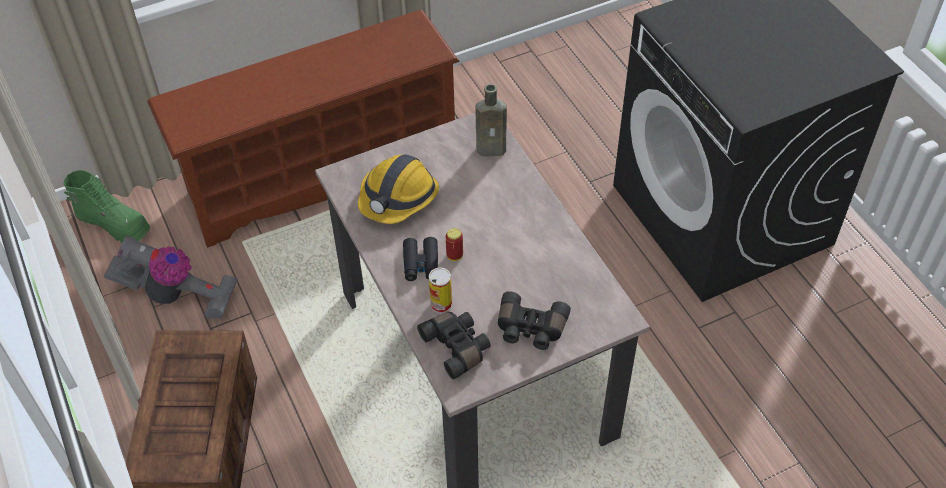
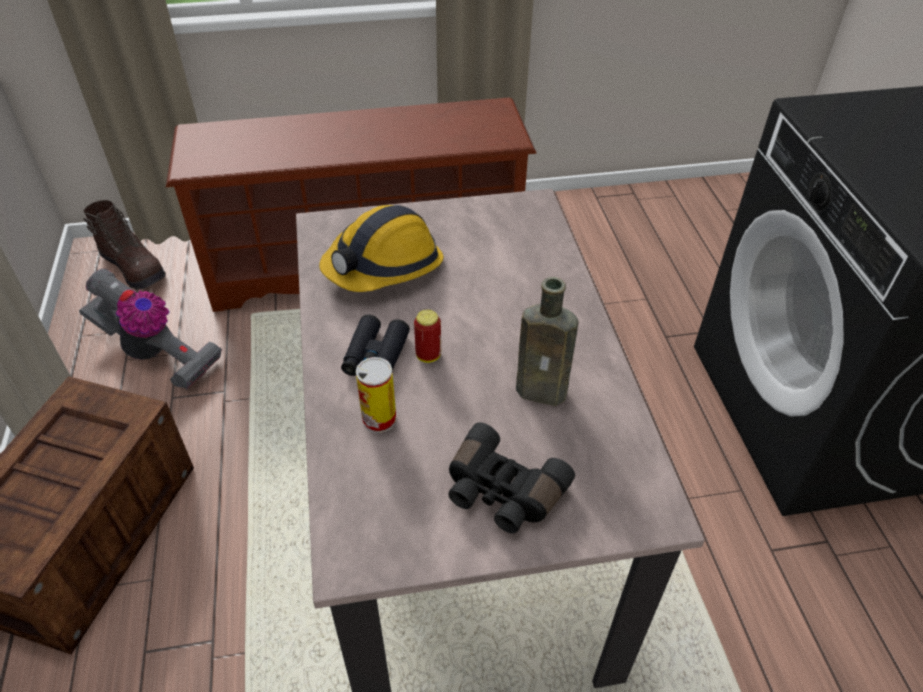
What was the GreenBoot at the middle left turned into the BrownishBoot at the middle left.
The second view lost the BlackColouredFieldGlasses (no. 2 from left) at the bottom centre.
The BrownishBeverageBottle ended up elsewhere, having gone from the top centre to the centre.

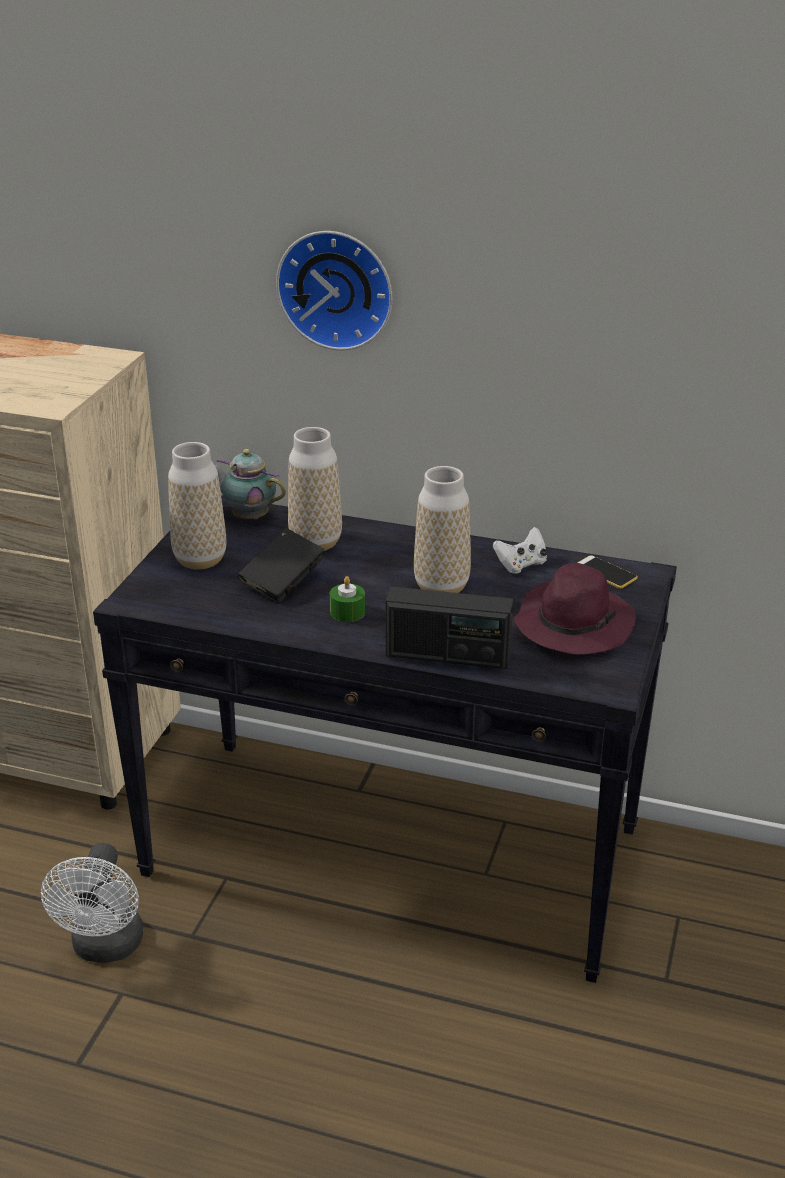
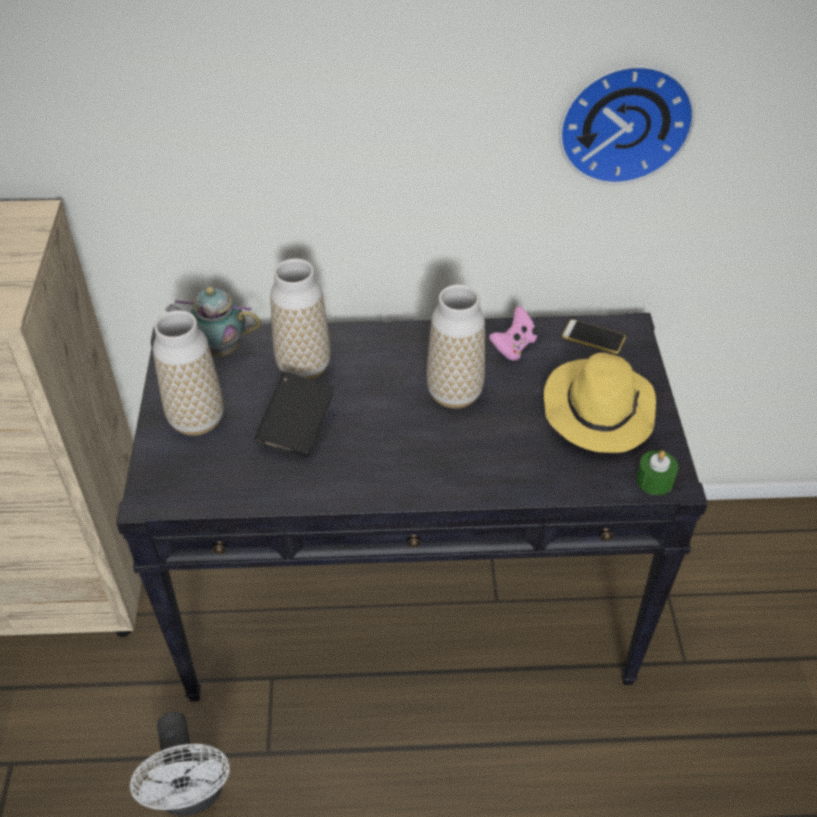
The WallClock ended up elsewhere, having gone from the top centre to the top right.
The GreenWaxLight ended up elsewhere, having gone from the centre to the middle right.
The second view lost the RadioSet at the centre.
What was the WhiteGamepad at the centre turned into the PinkColouredGamepad at the centre.
What was the PurplishWearableHat at the middle right turned into the YellowColouredWearableHat at the middle right.

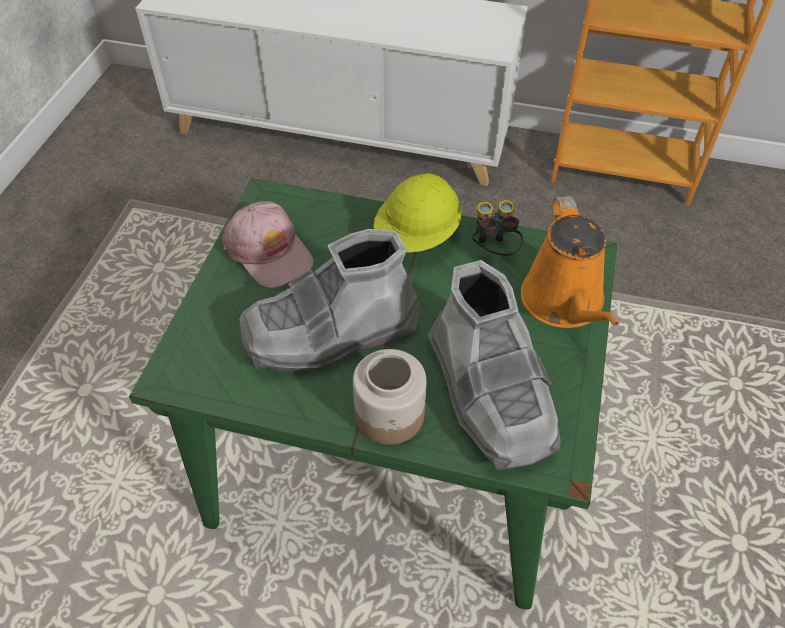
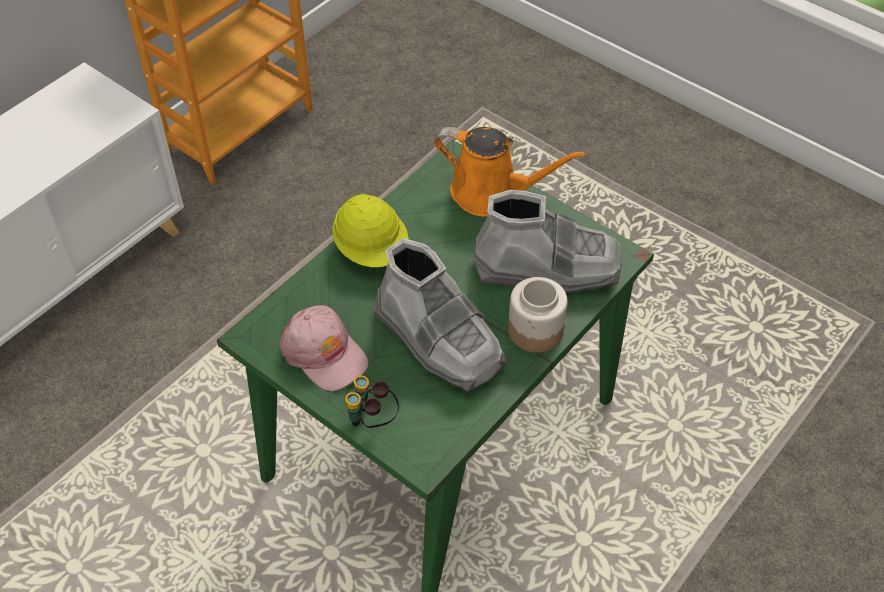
The PinkColouredBaseballCap at the centre ended up facing another way, 60 degrees clockwise from before.
The GreyBoot (no. 1 from left) at the centre ended up facing another way, 45 degrees counterclockwise from before.
The FieldGlasses ended up elsewhere, having gone from the centre to the bottom centre.

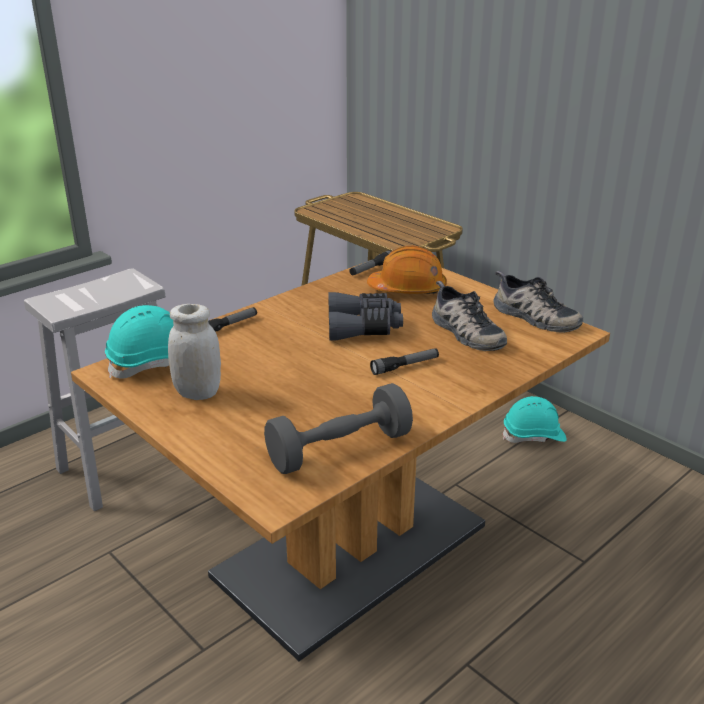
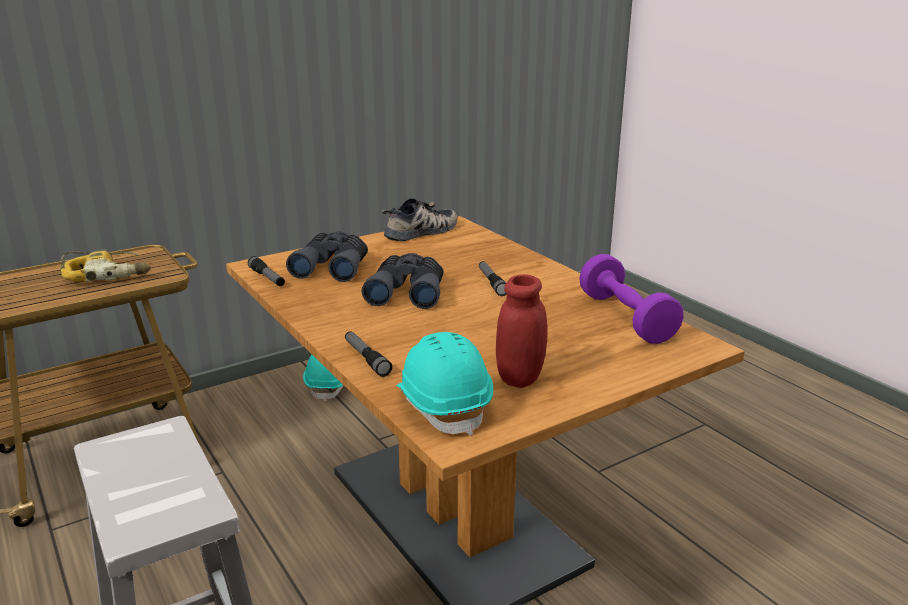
What was the WhitePreserveJar at the middle left turned into the RedColouredPreserveJar at the centre.
What was the GreyHandWeight at the centre turned into the PurplishHandWeight at the middle right.
Where the OrangeHardHat stood at the centre, the GreyFieldGlasses (no. 1 from left) came to stand at the centre.
The second view lost the Shoe (no. 1 from left) at the centre.
The second view gained the ElectricDrill at the middle left.

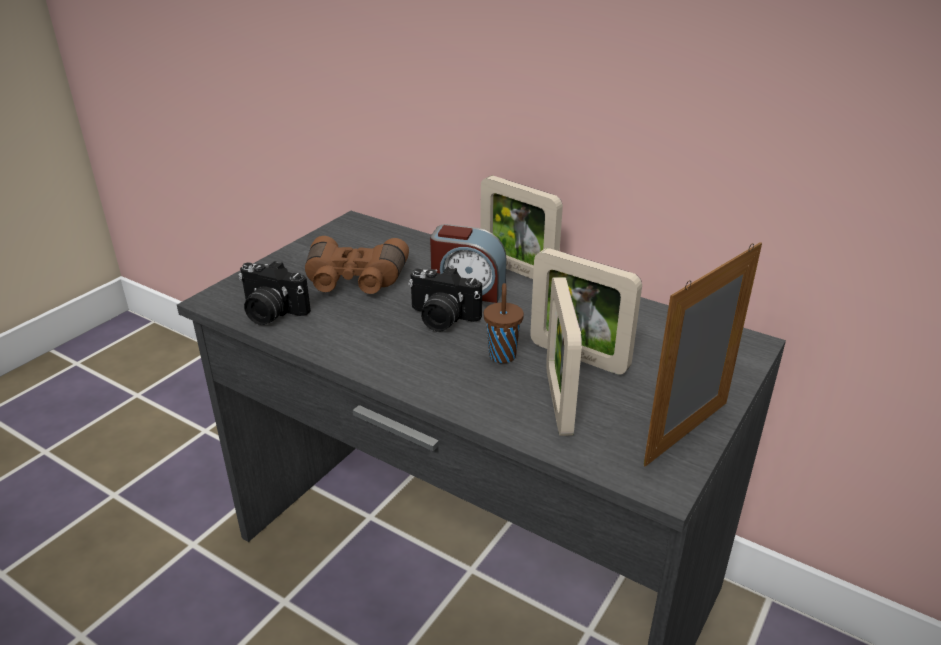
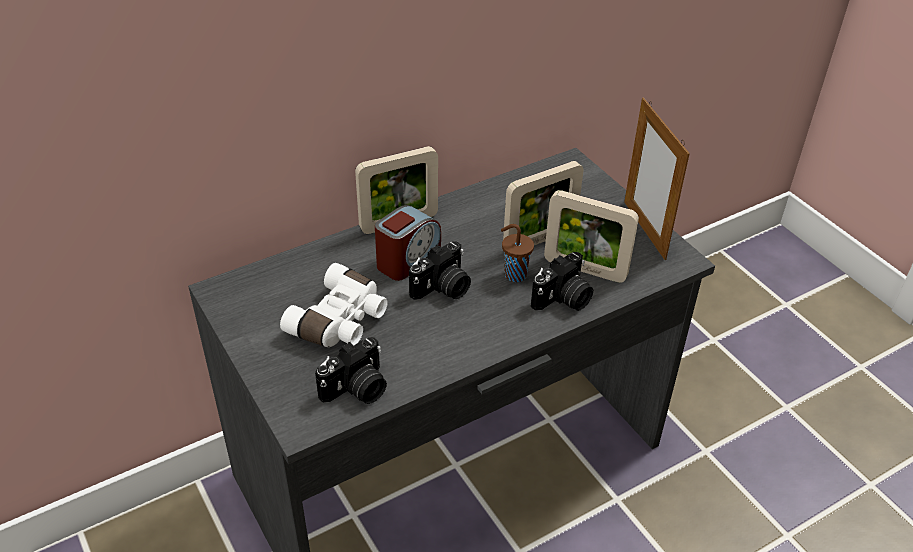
What was the BrownishFieldGlasses at the centre turned into the WhiteFieldGlasses at the centre.
The second view gained the PhotoCamera (no. 3 from left) at the centre.

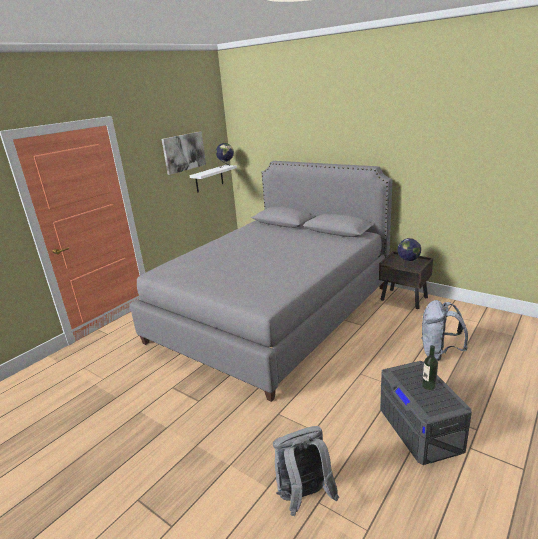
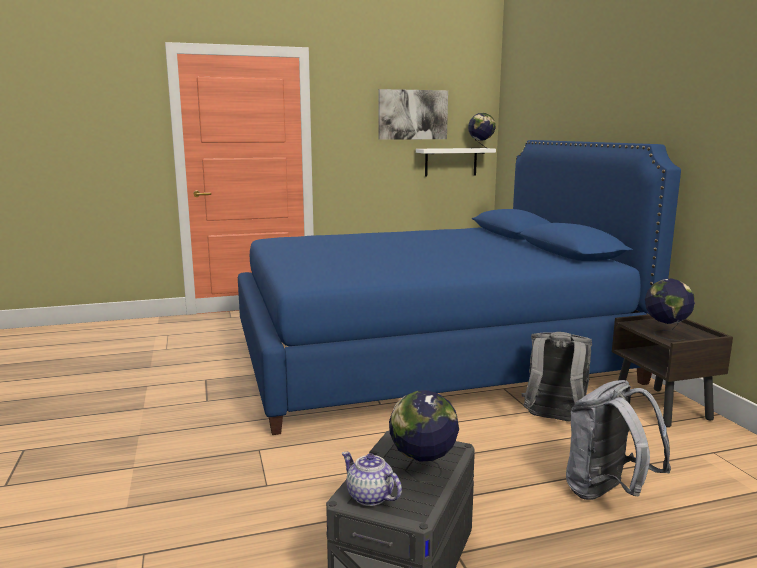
What was the GreySleepingBed at the centre turned into the BlueColouredSleepingBed at the centre.
The GreyRucksack (no. 1 from left) ended up elsewhere, having gone from the bottom centre to the middle right.
Where the BeverageBottle stood at the bottom right, the Globe (no. 1 from left) came to stand at the bottom centre.
The second view gained the Teapot at the bottom centre.

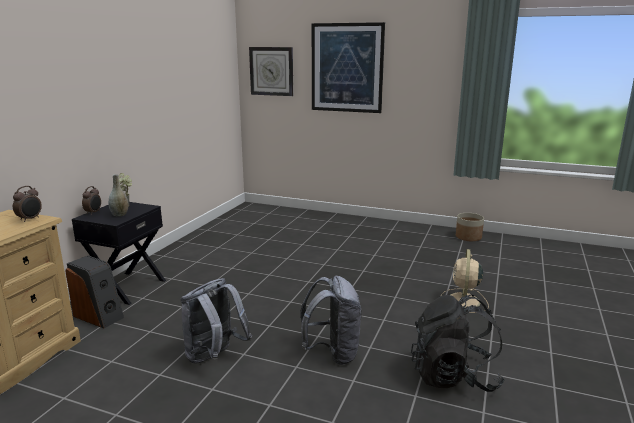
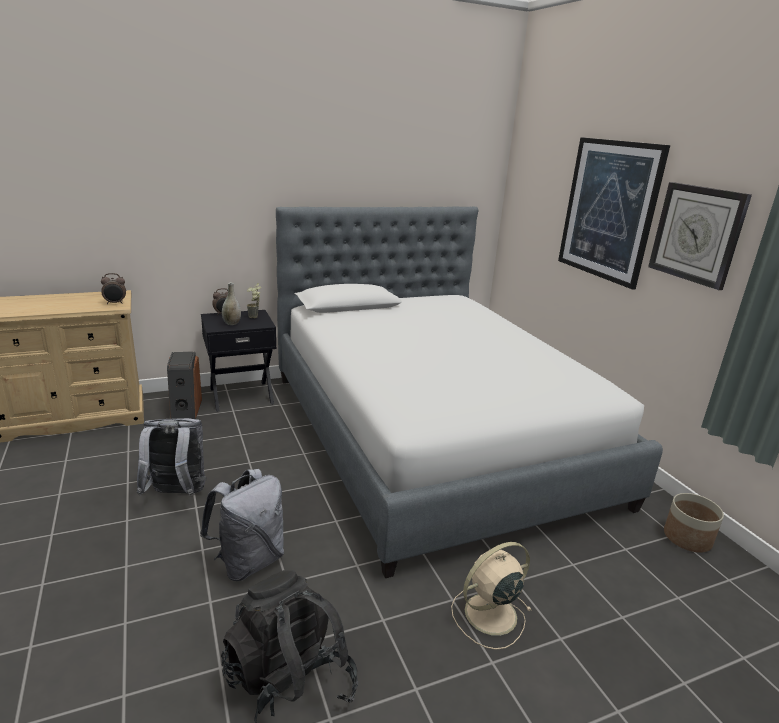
The WallClock ended up elsewhere, having gone from the top centre to the top right.
The second view gained the SleepingBed at the centre.

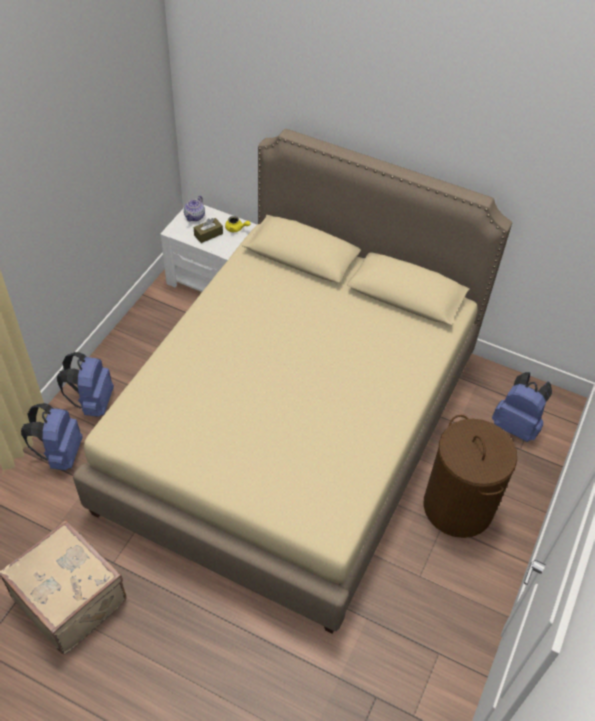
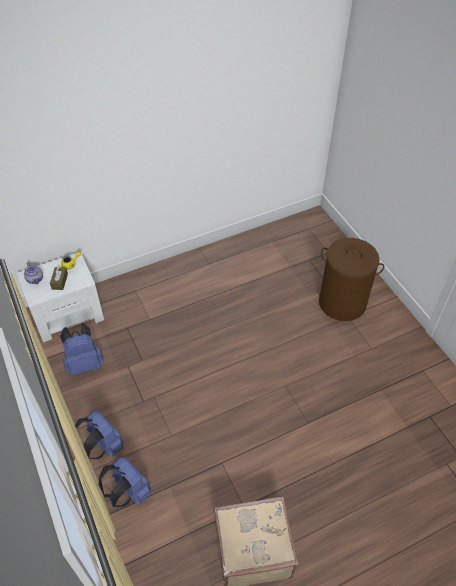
The second view lost the SandColouredSleepingBed at the centre.
The BlueColouredRucksack (no. 3 from left in the first image) ended up elsewhere, having gone from the middle right to the middle left.

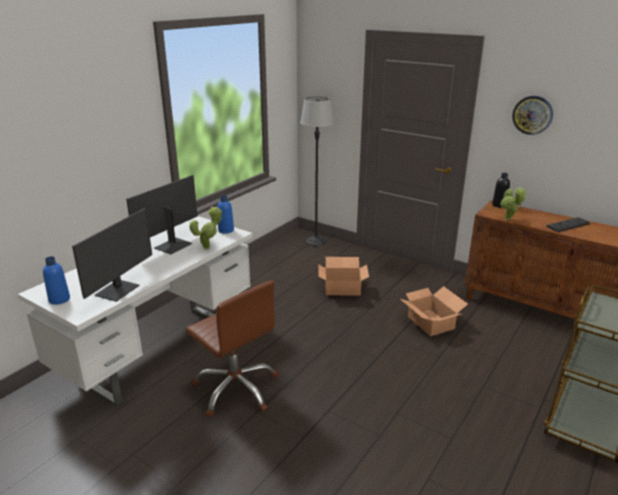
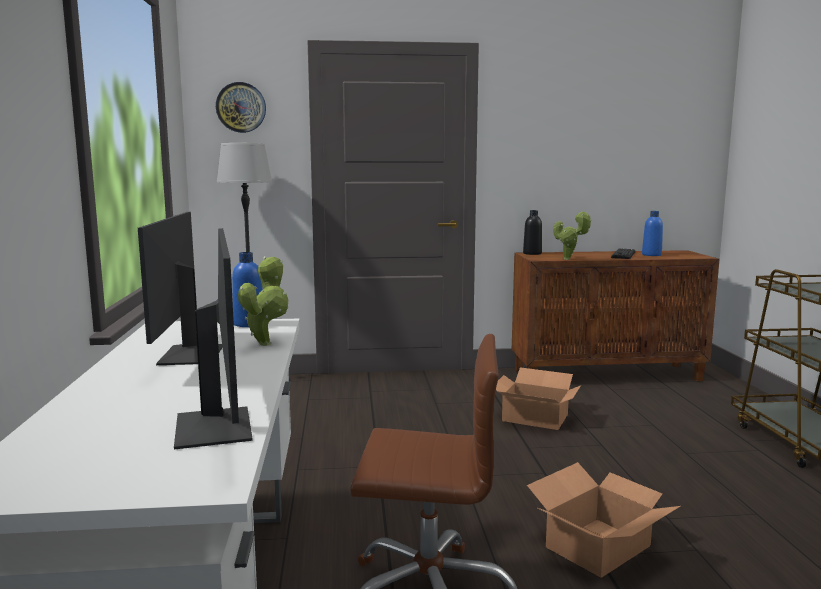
The BlueColouredBeverageBottle (no. 1 from left in the first image) ended up elsewhere, having gone from the middle left to the middle right.
The CardboardBox (no. 1 from left in the first image) ended up elsewhere, having gone from the centre to the bottom right.
The WallClock ended up elsewhere, having gone from the top right to the top left.

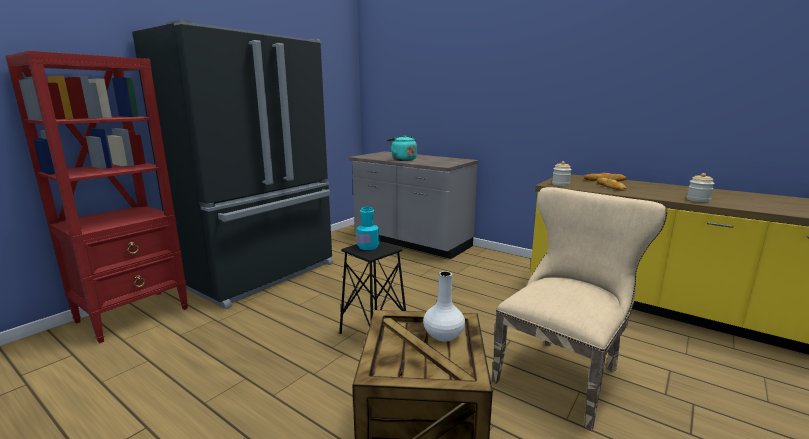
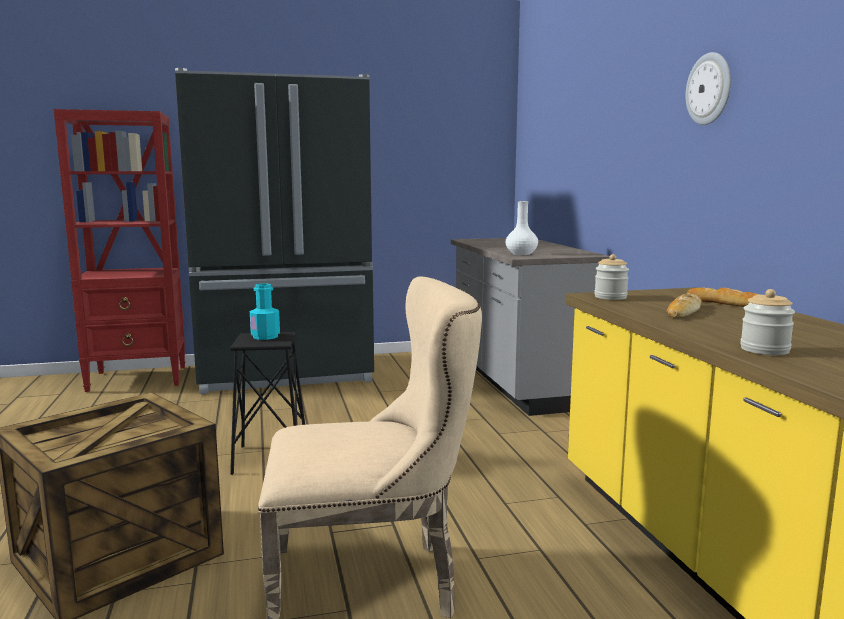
The second view lost the TurquoiseColouredWaterKettle at the centre.
The WhiteVase ended up elsewhere, having gone from the bottom centre to the centre.
The second view gained the WallClock at the top right.

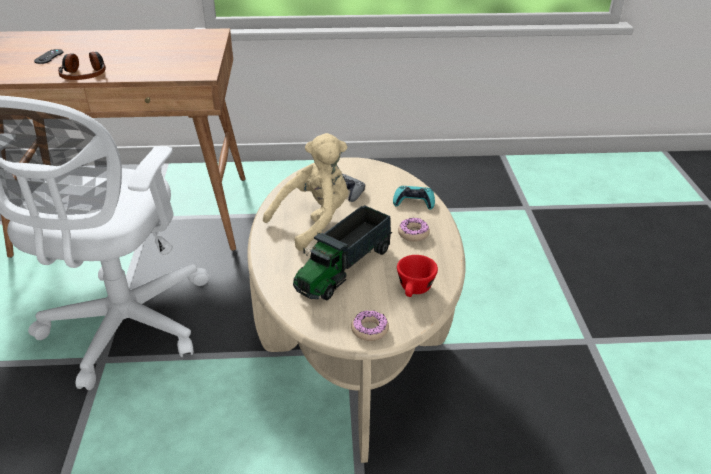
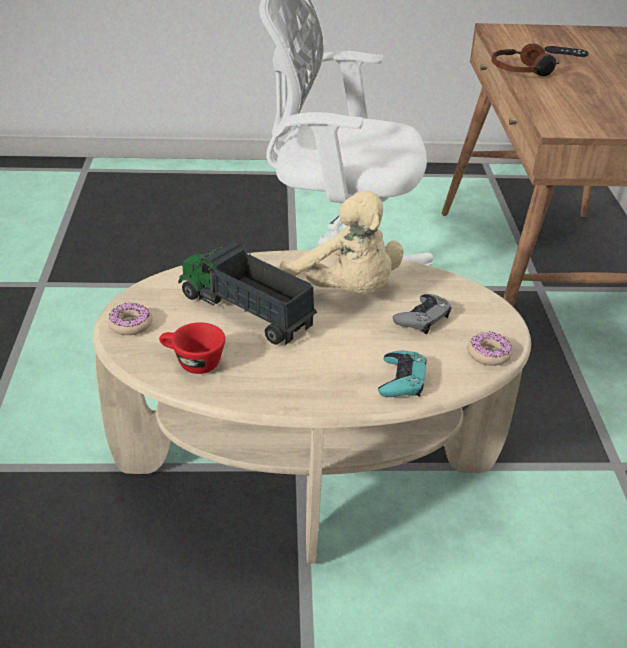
The RingDoughnut (no. 2 from left) ended up elsewhere, having gone from the centre to the middle right.

